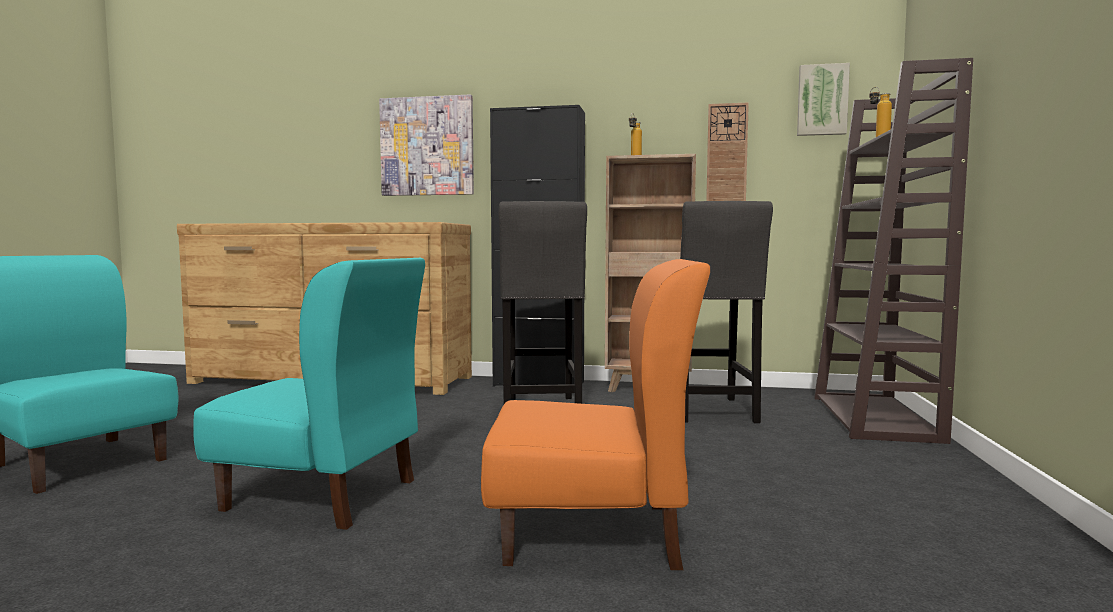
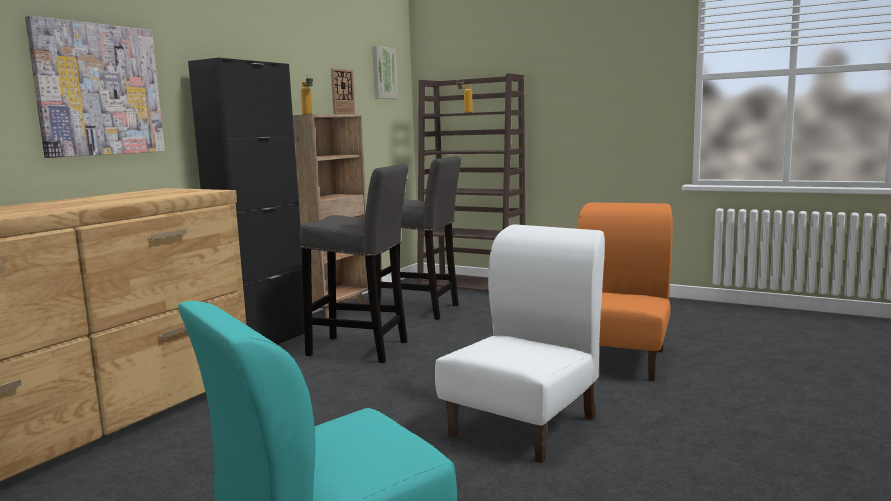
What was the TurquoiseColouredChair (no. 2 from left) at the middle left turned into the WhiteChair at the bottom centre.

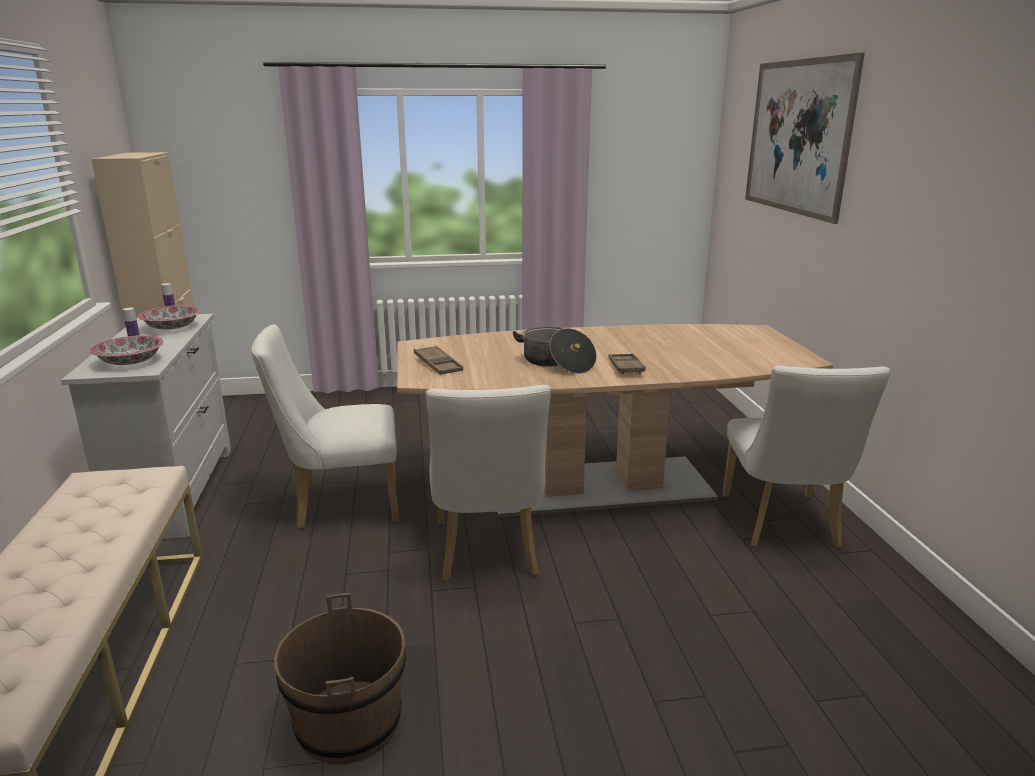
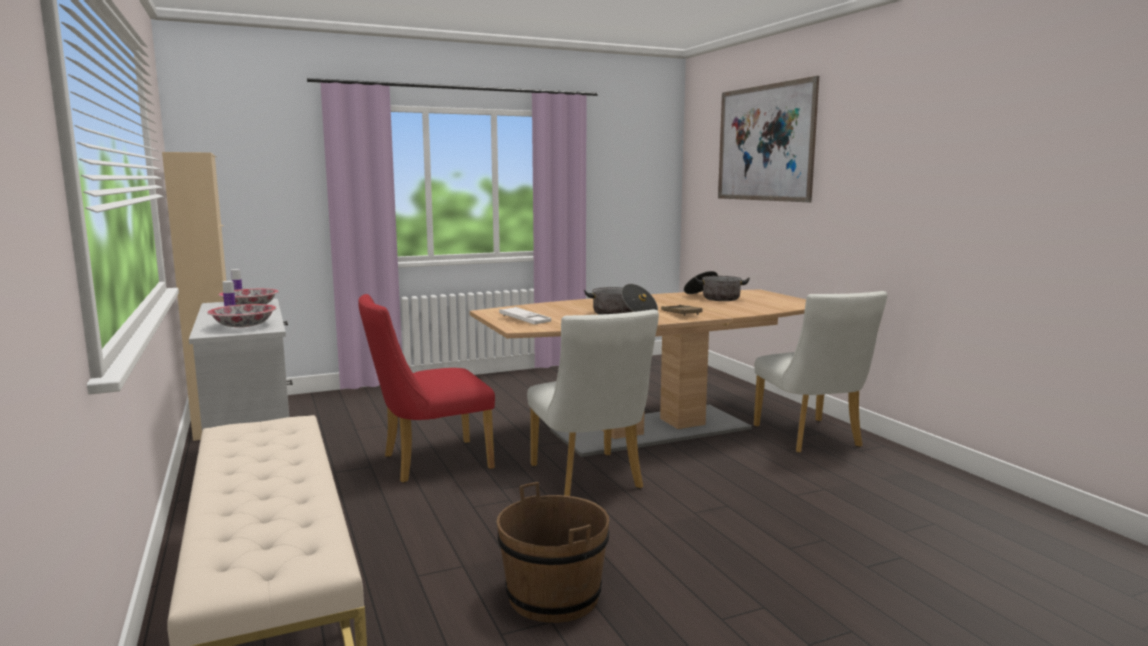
What was the WhiteChair (no. 1 from left) at the middle left turned into the RedColouredChair at the centre.
What was the BrownishTray (no. 1 from left) at the centre turned into the WhiteTray at the centre.
The second view gained the CookingPot (no. 2 from left) at the centre.

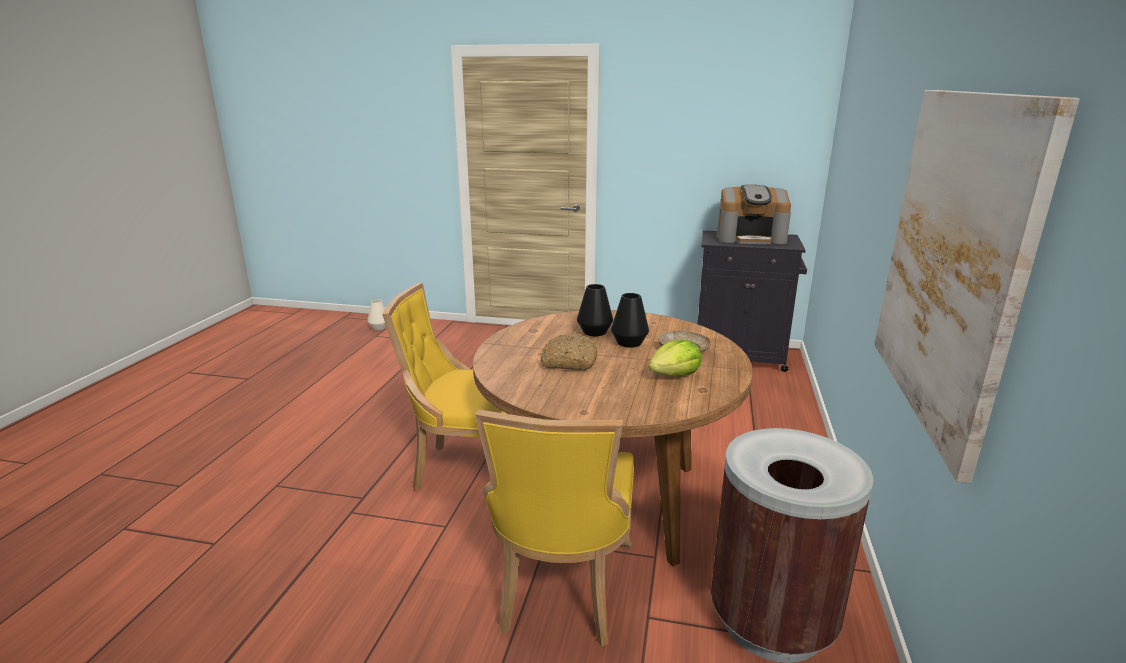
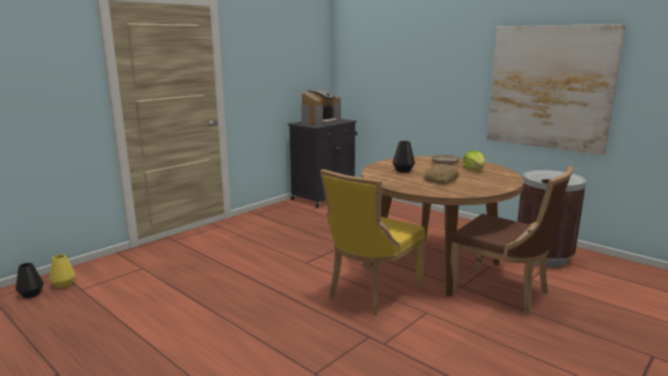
What was the WhiteVase at the centre turned into the YellowColouredVase at the bottom left.
What was the YellowColouredChair (no. 2 from left) at the bottom centre turned into the BrownishChair at the middle right.
The BlackColouredVase (no. 2 from left in the first image) ended up elsewhere, having gone from the centre to the bottom left.

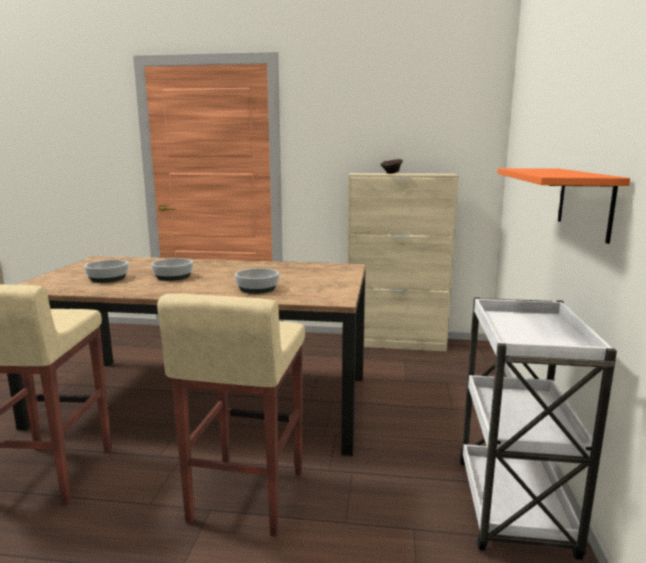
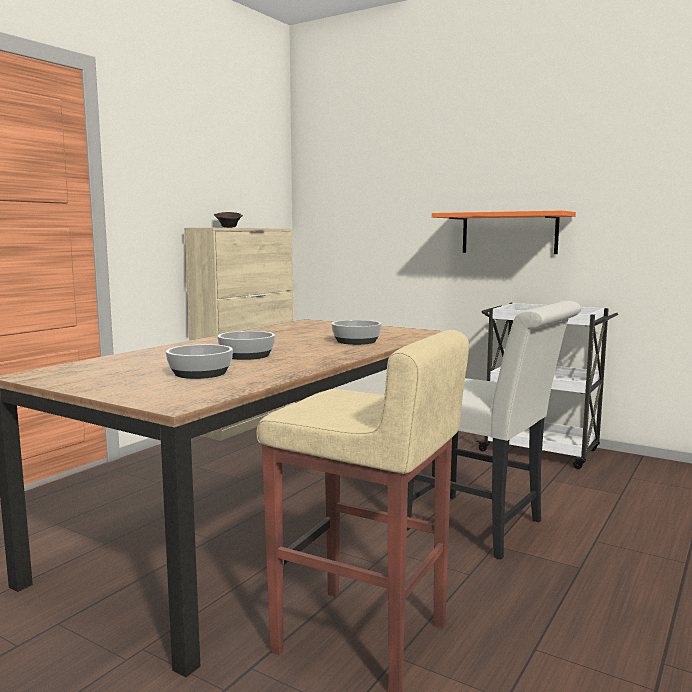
Where the SandColouredStool (no. 2 from left) stood at the bottom centre, the WhiteChair came to stand at the middle right.

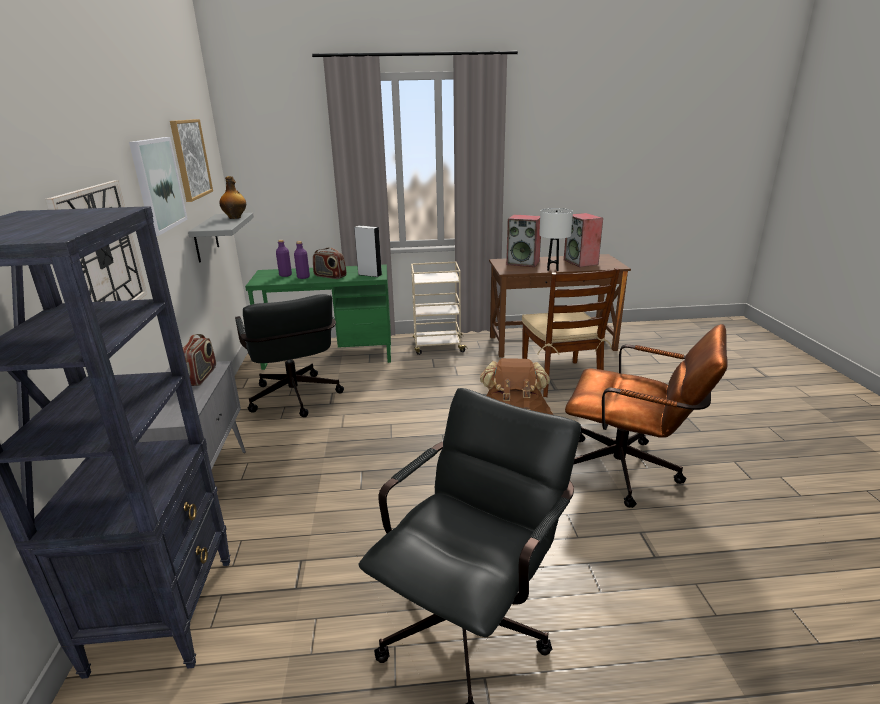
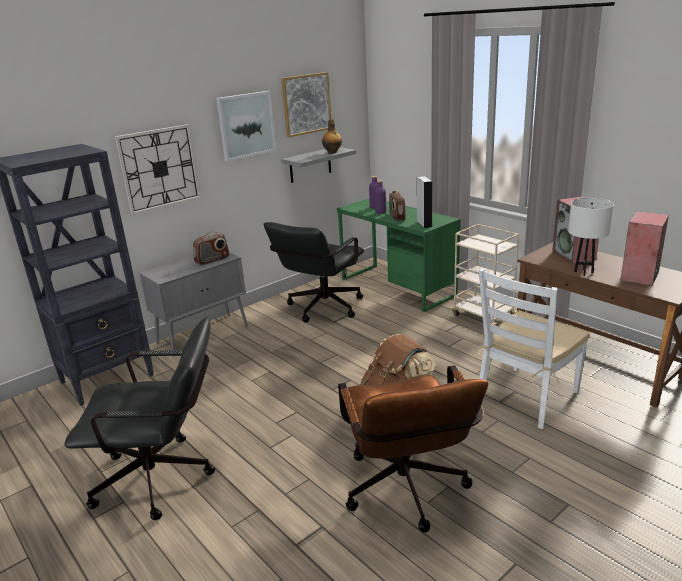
What was the BrownishChair at the centre turned into the WhiteChair at the middle right.

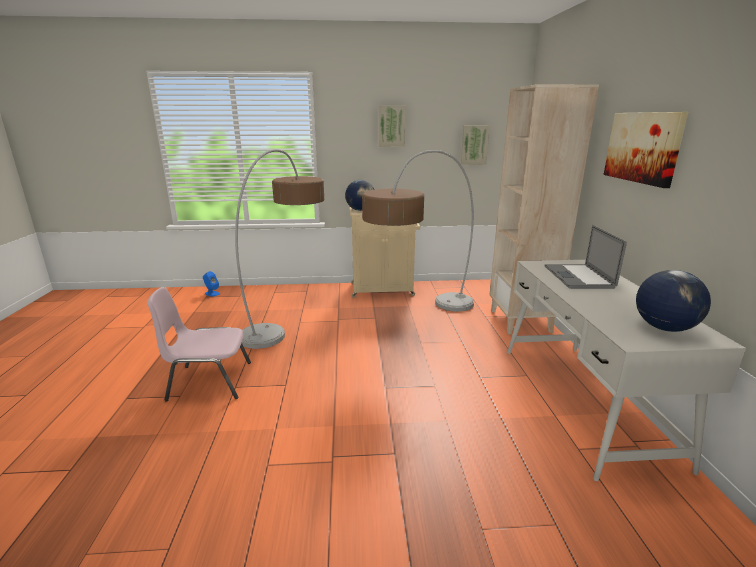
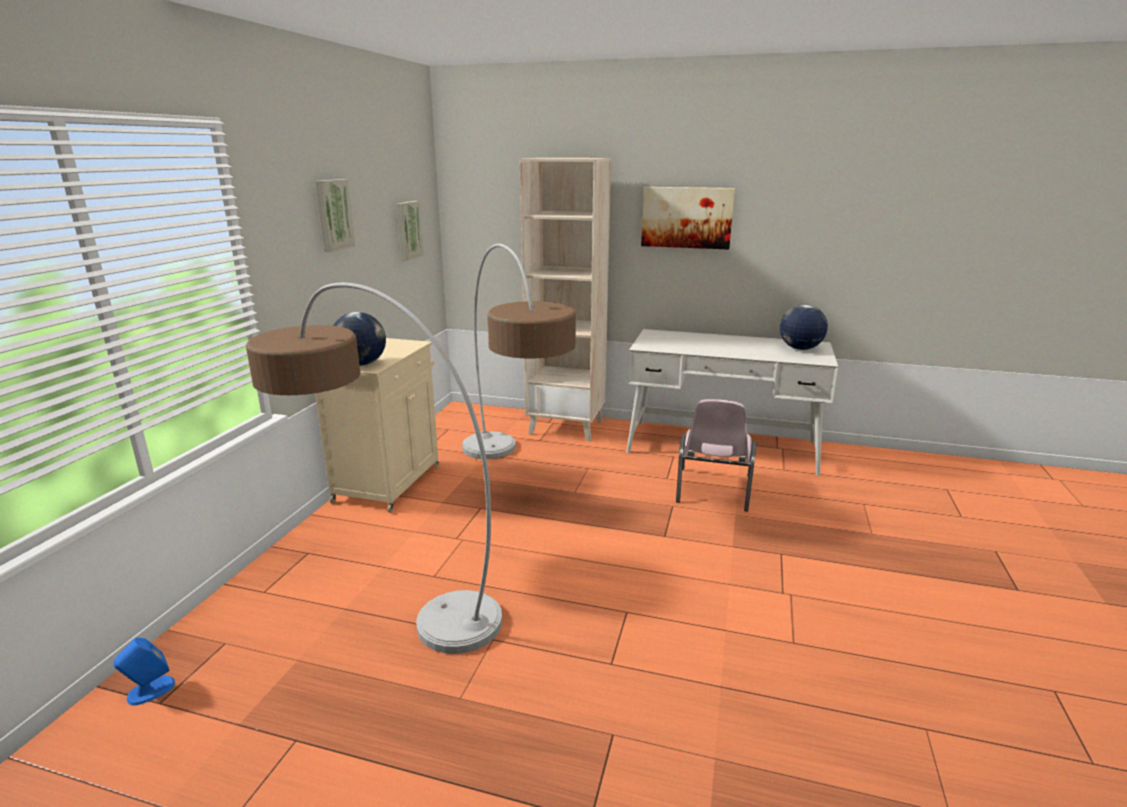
The PinkColouredChair ended up elsewhere, having gone from the middle left to the centre.
The second view lost the NotebookComputer at the middle right.

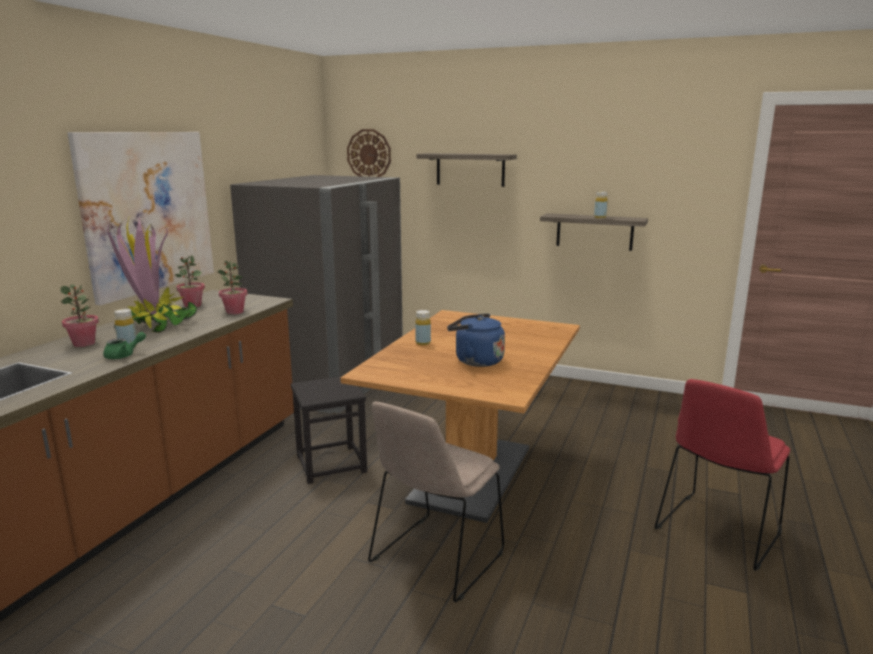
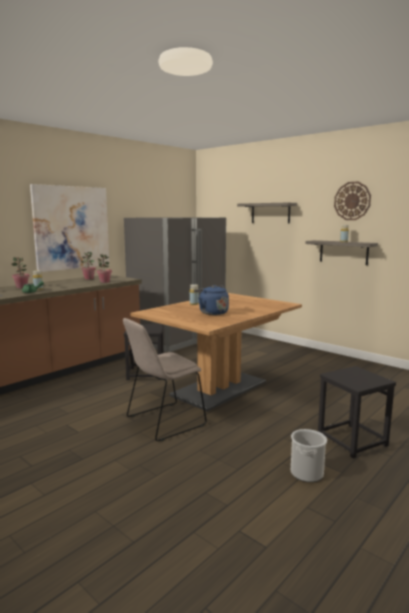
The second view lost the Houseplant (no. 2 from left) at the middle left.
The WallClock ended up elsewhere, having gone from the top centre to the top right.
Where the RedColouredChair stood at the bottom right, the BlackColouredStool (no. 2 from left) came to stand at the bottom right.
The second view gained the WaterBucket at the bottom right.

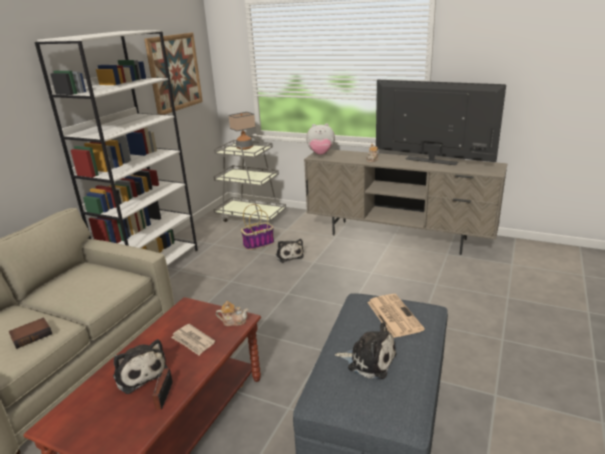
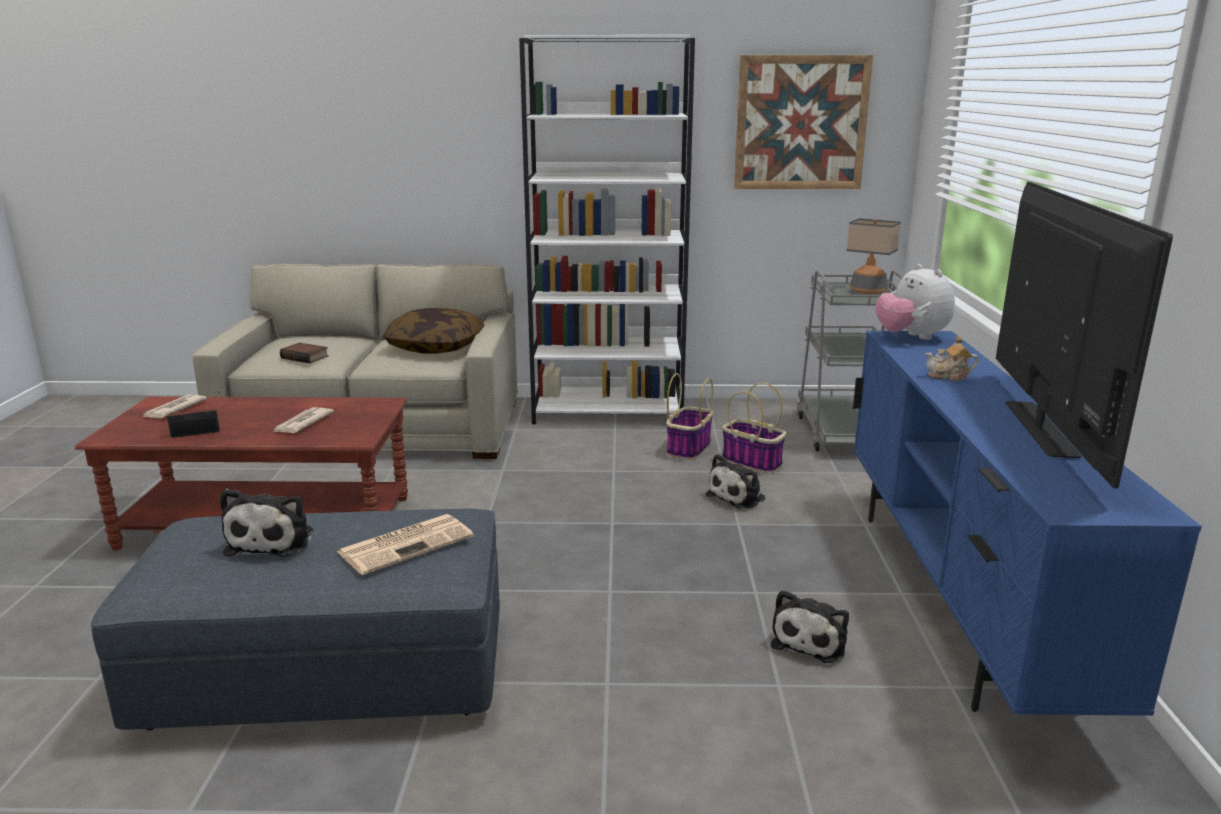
The PlushToy (no. 1 from left in the first image) ended up elsewhere, having gone from the bottom left to the bottom centre.
The second view lost the Teapot (no. 1 from left) at the bottom centre.
What was the SandColouredMediaConsole at the middle right turned into the BlueColouredMediaConsole at the middle right.
The second view gained the DailyPaper (no. 1 from left) at the middle left.
The second view gained the ThrowPillow at the centre.
The second view gained the Basket (no. 1 from left) at the centre.

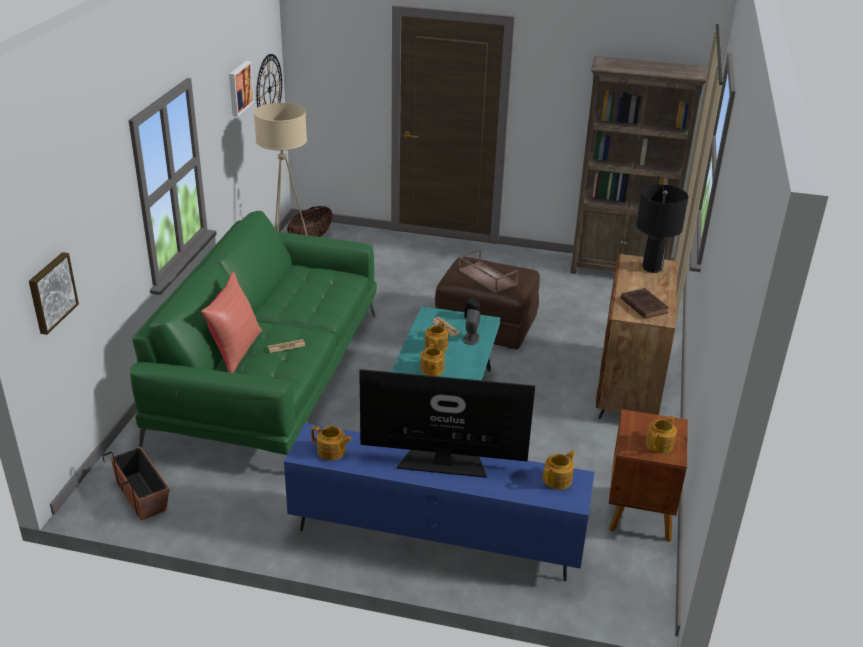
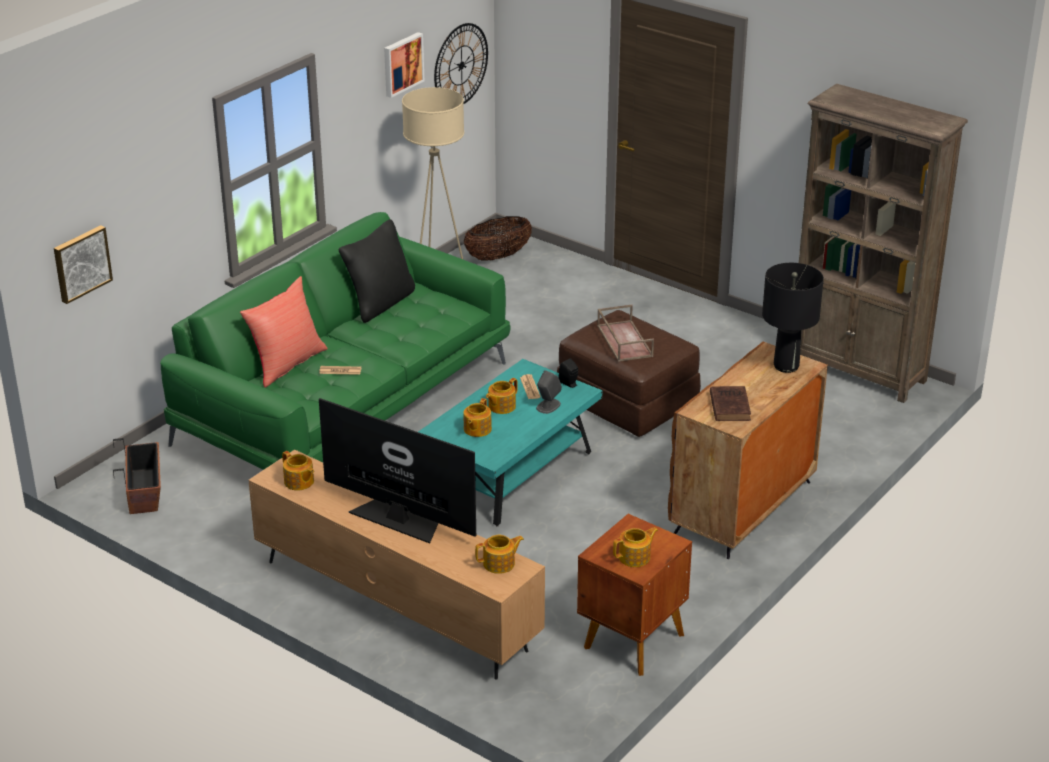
What was the BlueColouredMediaConsole at the bottom centre turned into the BrownishMediaConsole at the bottom centre.
The second view gained the BlackColouredThrowPillow at the centre.

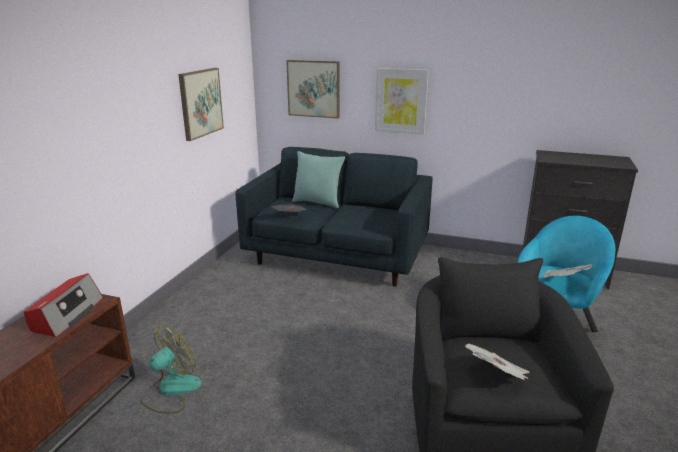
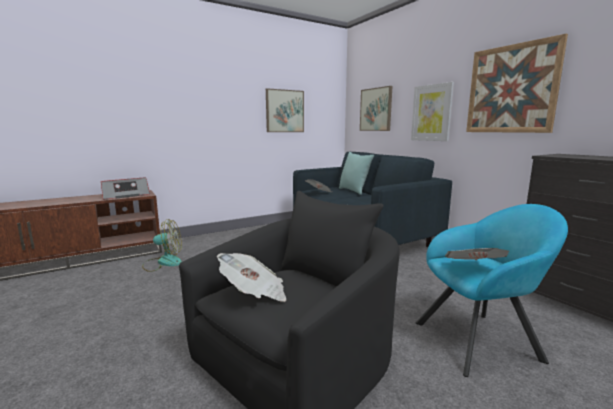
The second view gained the WallPicture (no. 4 from left) at the top right.

